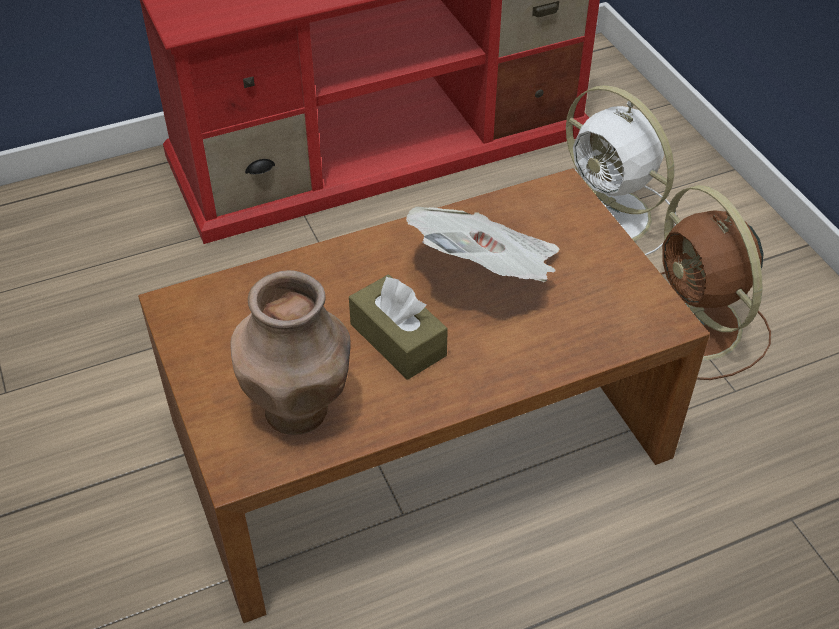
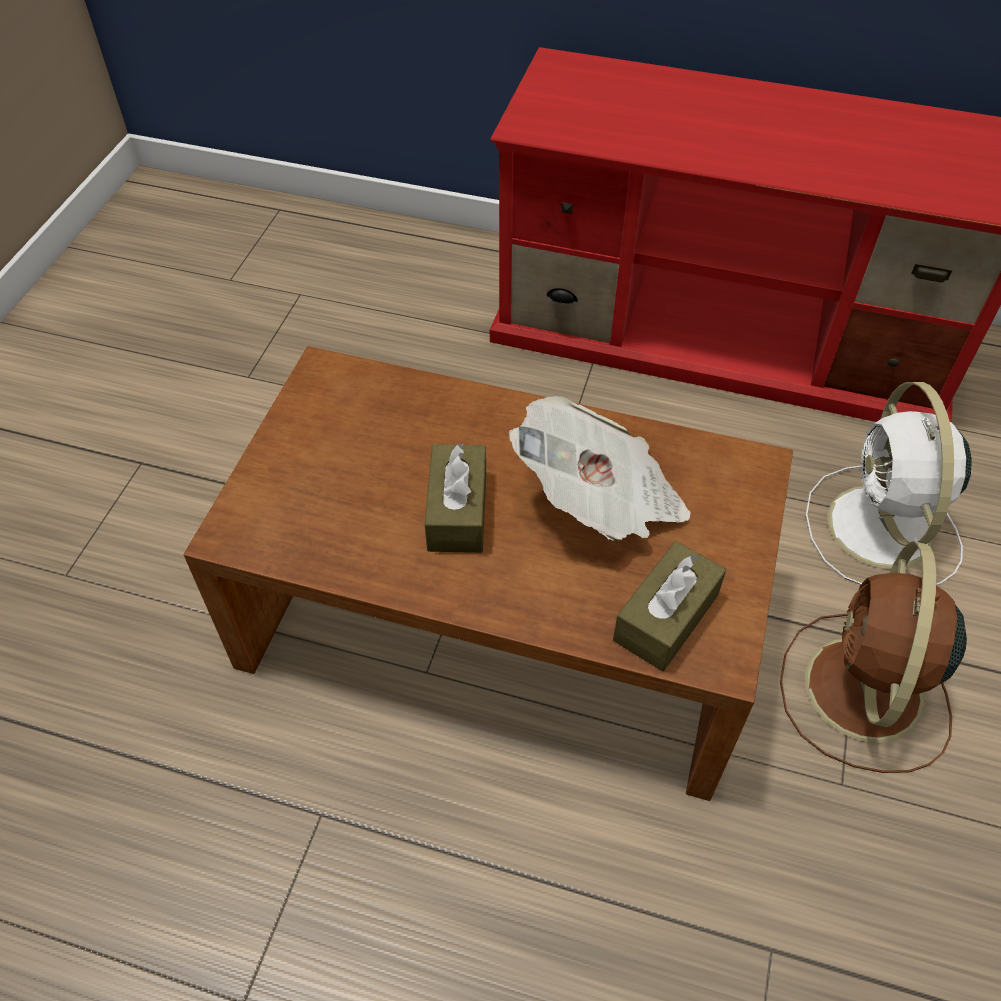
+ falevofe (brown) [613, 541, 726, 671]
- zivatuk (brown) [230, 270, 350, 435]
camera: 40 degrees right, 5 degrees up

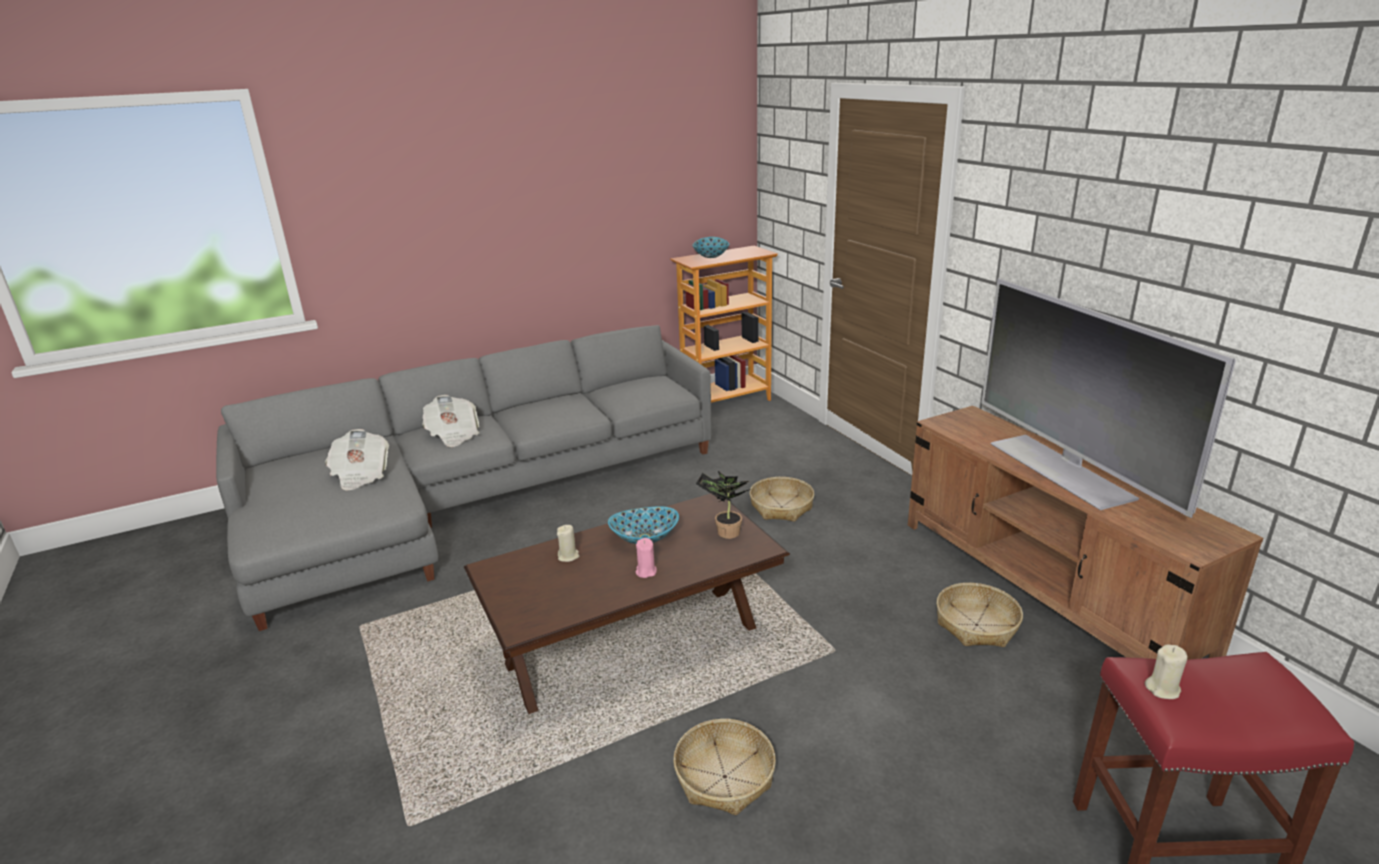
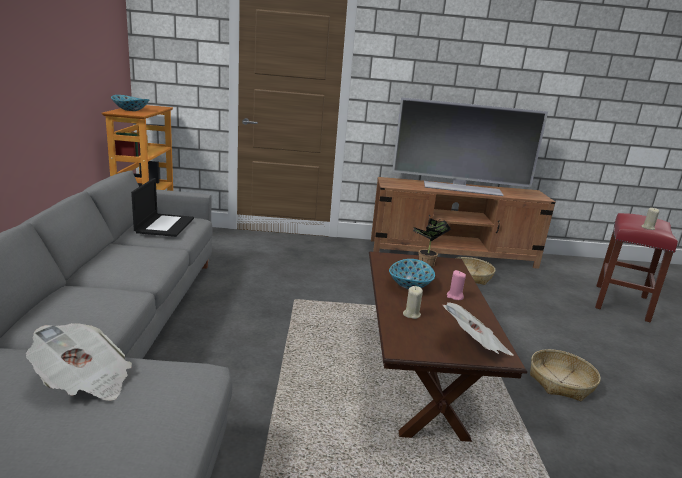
+ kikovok [131, 178, 194, 237]
~ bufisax [422, 395, 479, 447] to [443, 302, 514, 356]
- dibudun [750, 477, 814, 522]
camera: 65 degrees left, 5 degrees down

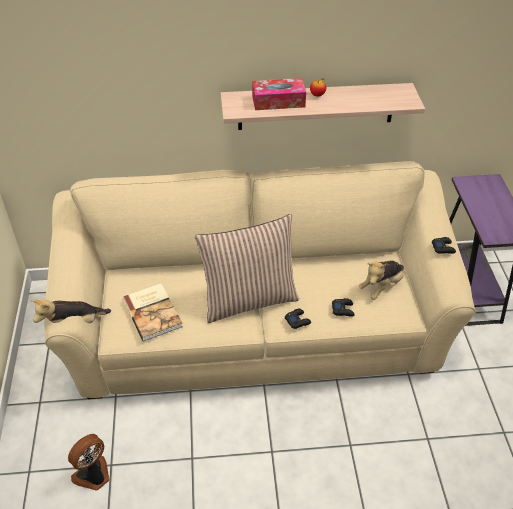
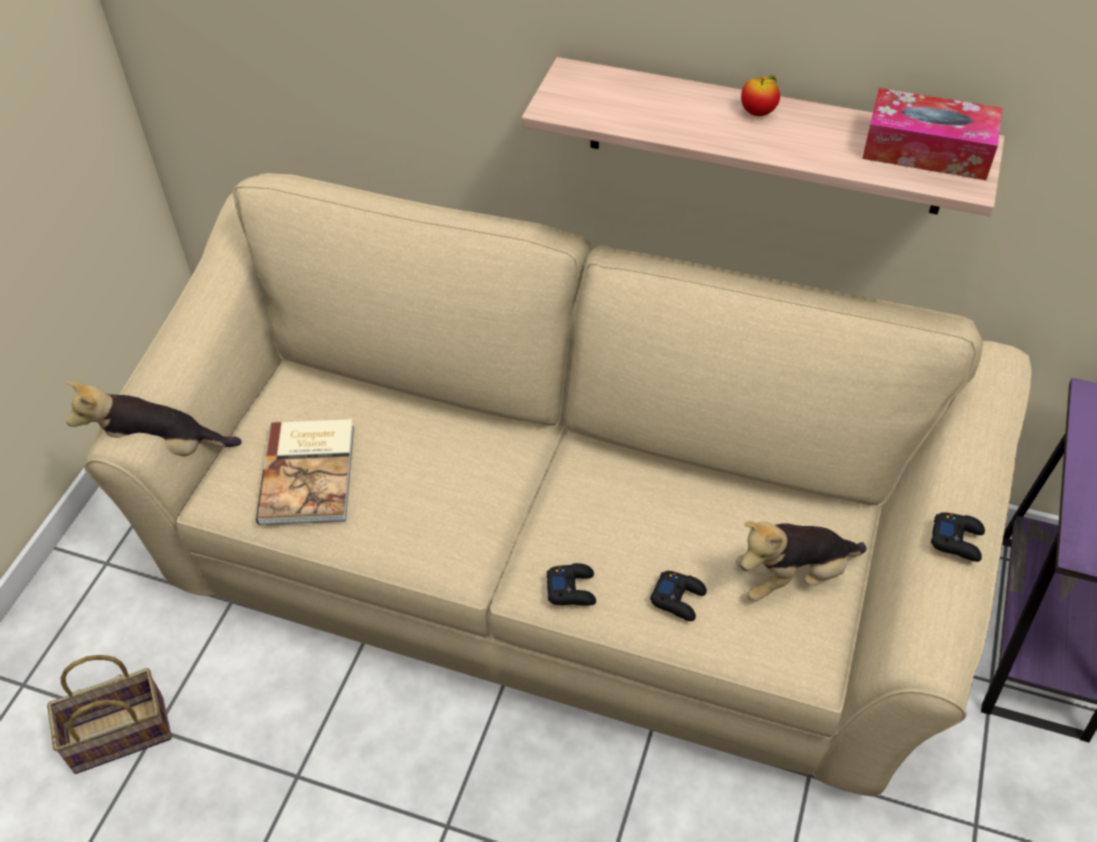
~ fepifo [68, 434, 110, 491] to dibudun [47, 655, 172, 774]
~ falevofe [252, 78, 306, 110] to [862, 88, 1002, 180]
- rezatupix [195, 214, 299, 323]
camera: 25 degrees right, 5 degrees up

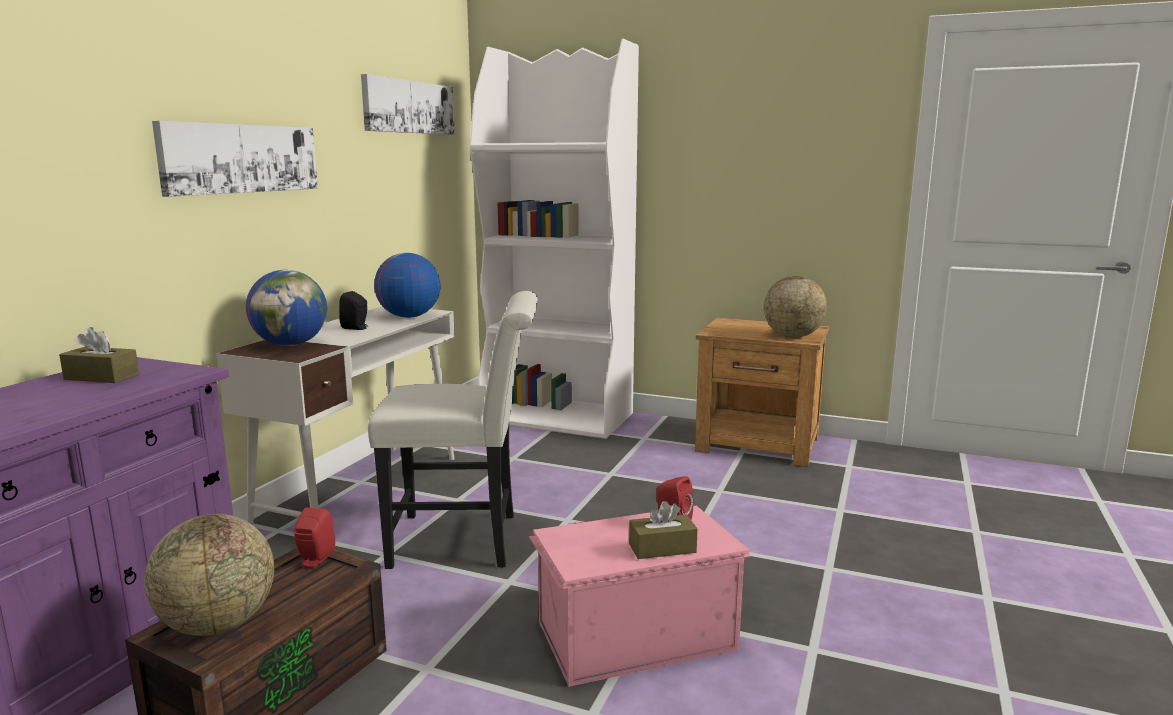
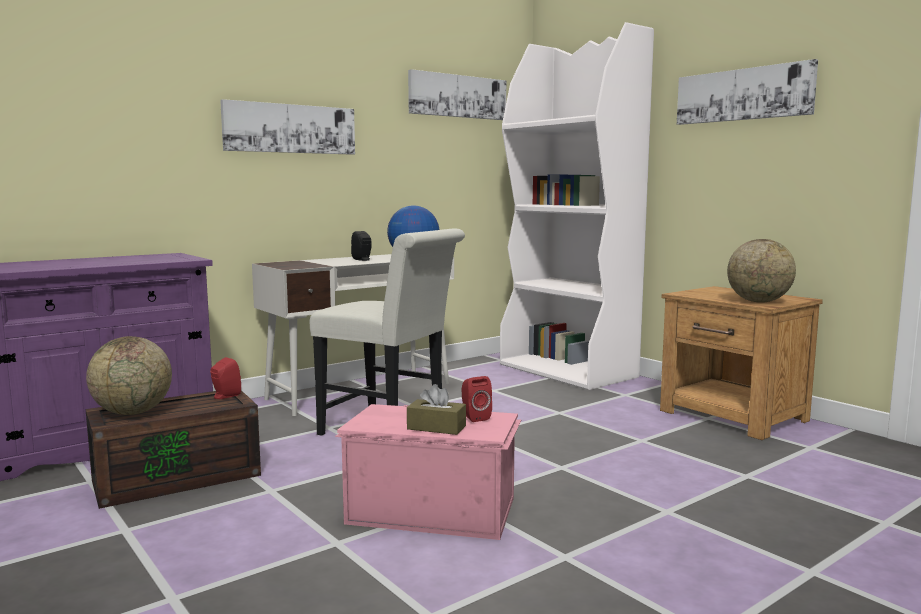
+ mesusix [677, 59, 818, 125]
- falevofe (brown) [59, 327, 139, 383]
- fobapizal [246, 270, 327, 346]
camera: 30 degrees right, 5 degrees down

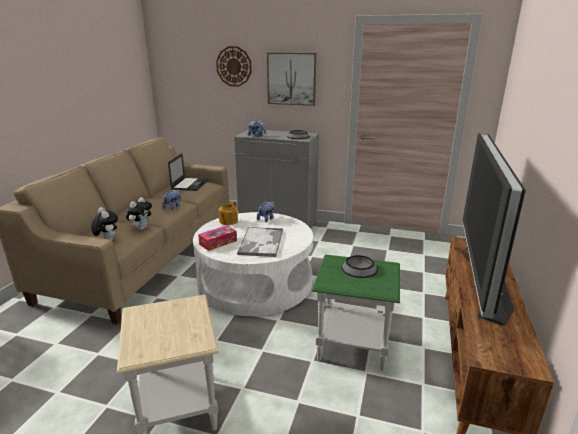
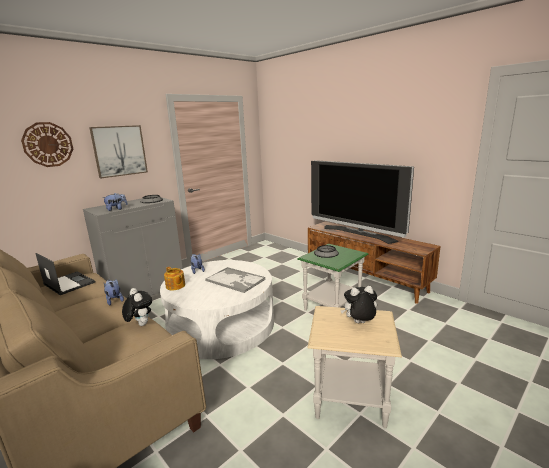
~ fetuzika [91, 207, 118, 241] to [341, 286, 377, 323]
- falevofe [198, 226, 237, 251]
camera: 60 degrees left, 5 degrees down

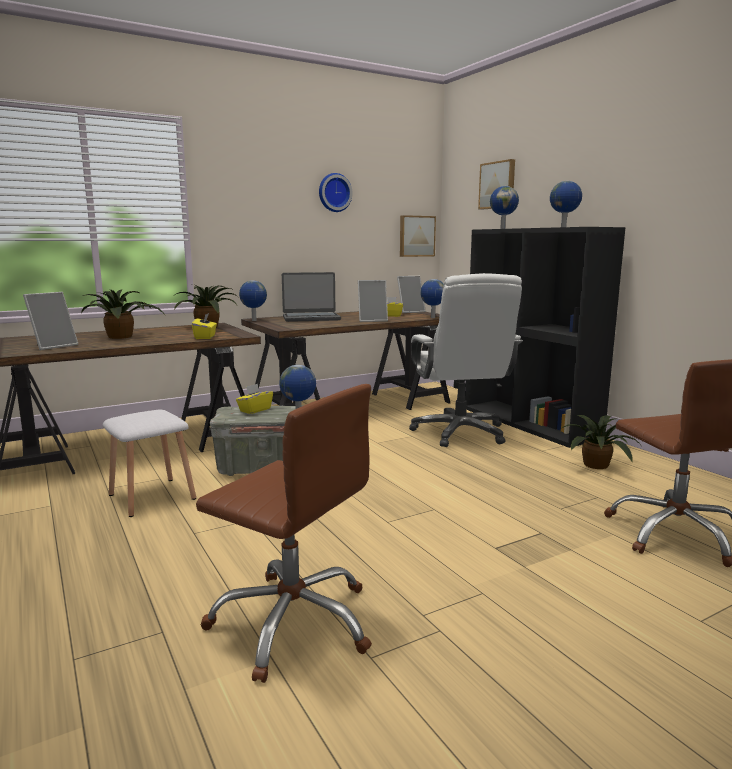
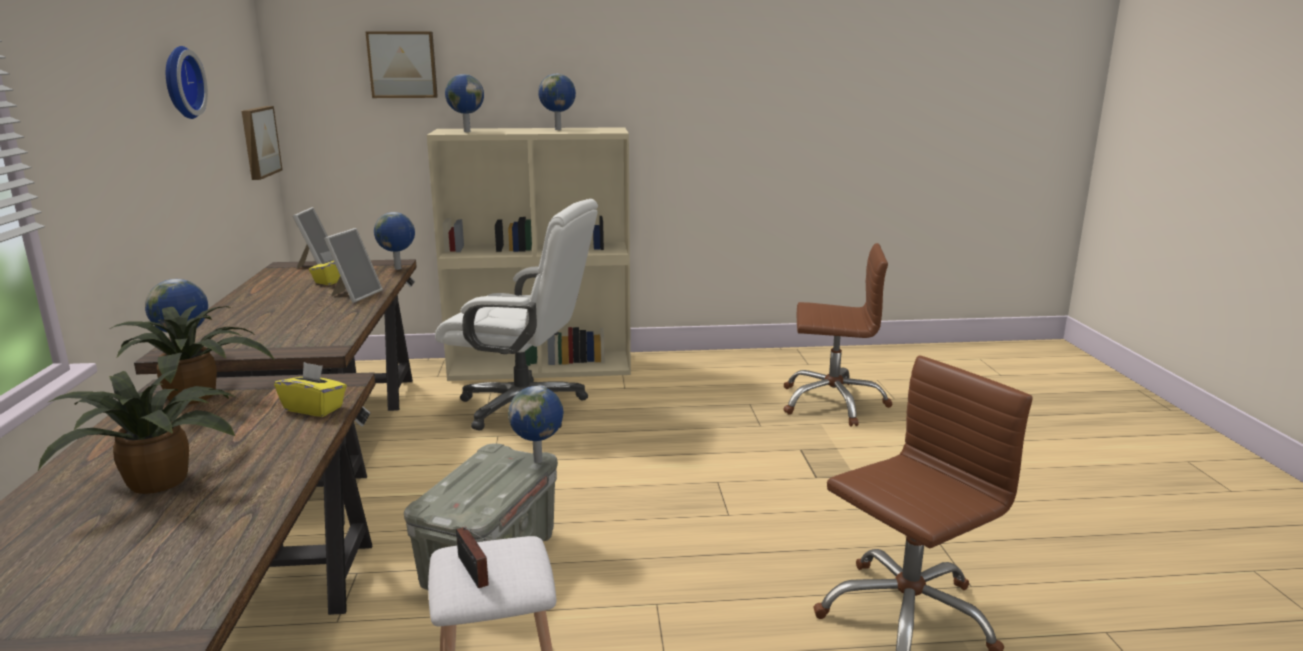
~ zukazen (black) [465, 227, 625, 448] to zukazen (beige) [427, 127, 631, 381]
+ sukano [456, 527, 489, 588]
- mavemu [23, 292, 78, 350]
- falevofe (yellow) [236, 384, 273, 414]
- kikovok [282, 272, 341, 322]
- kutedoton [562, 415, 641, 469]
camera: 65 degrees left, 5 degrees up

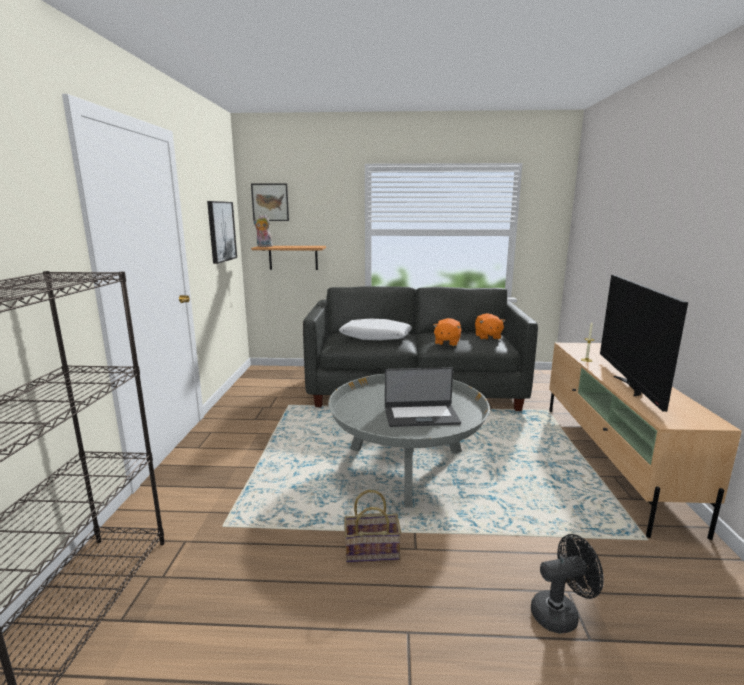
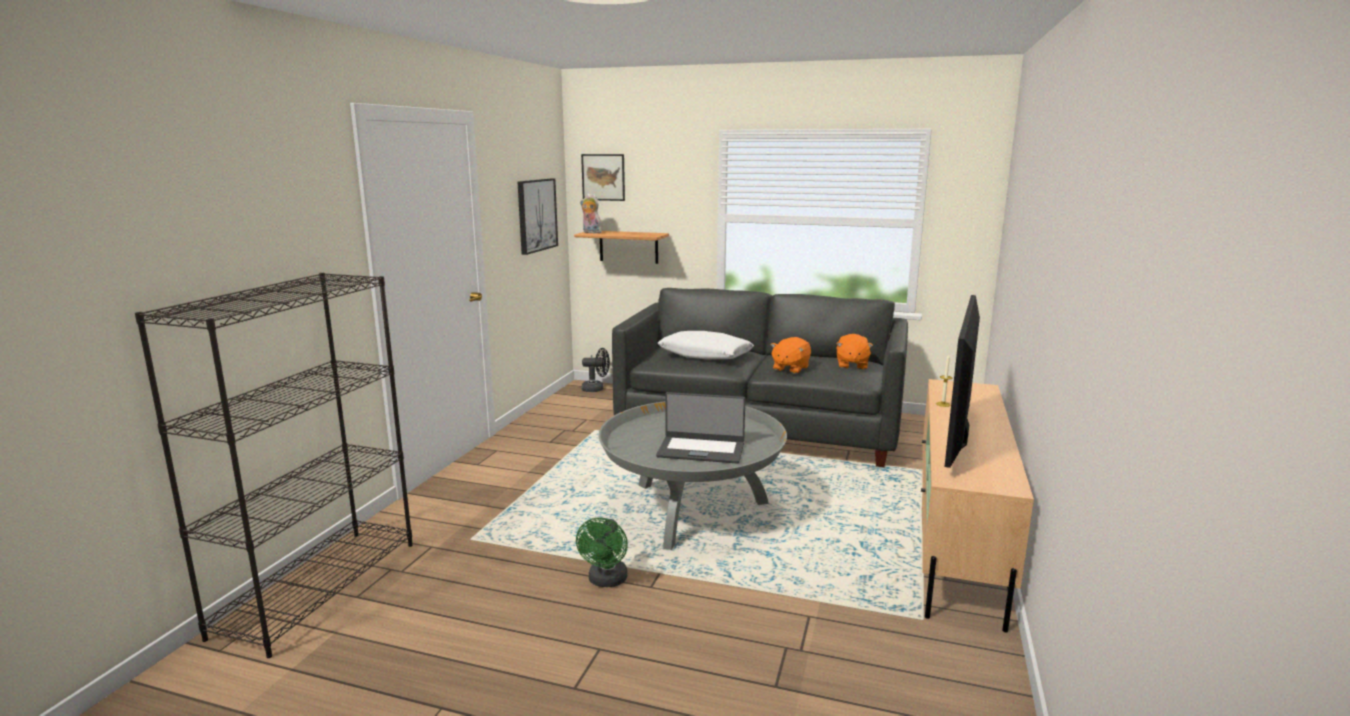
~ dibudun [344, 490, 401, 562] to fepifo (green) [576, 518, 628, 587]
~ fepifo (black) [531, 534, 604, 633] to [582, 348, 610, 392]
camera: 15 degrees right, 0 degrees up

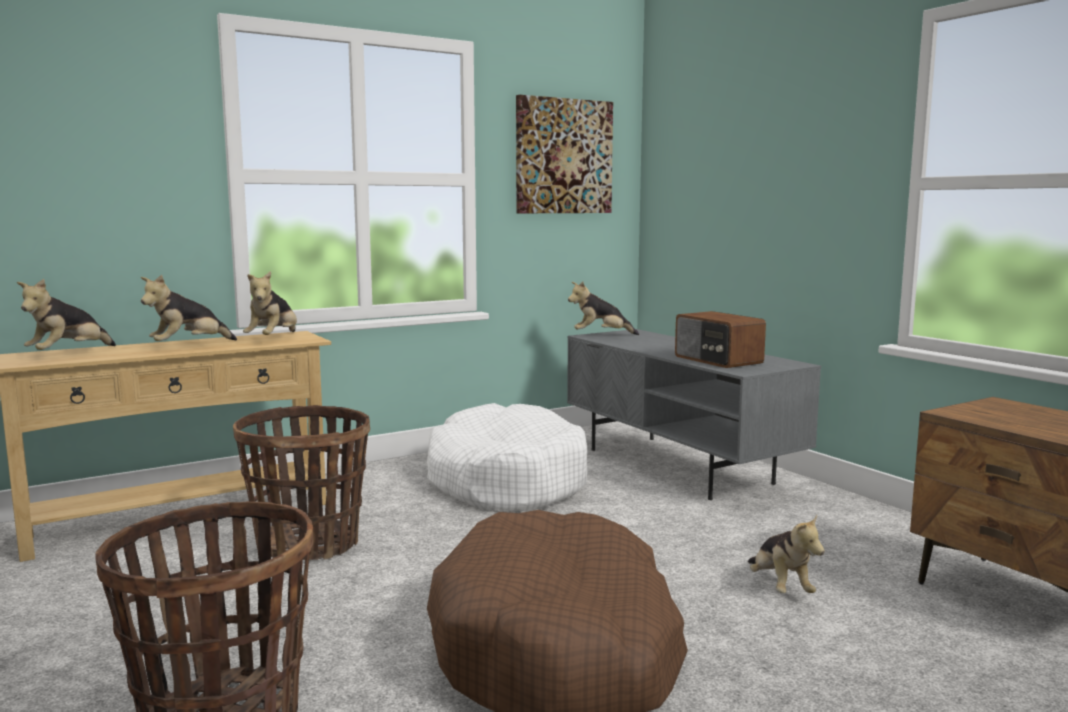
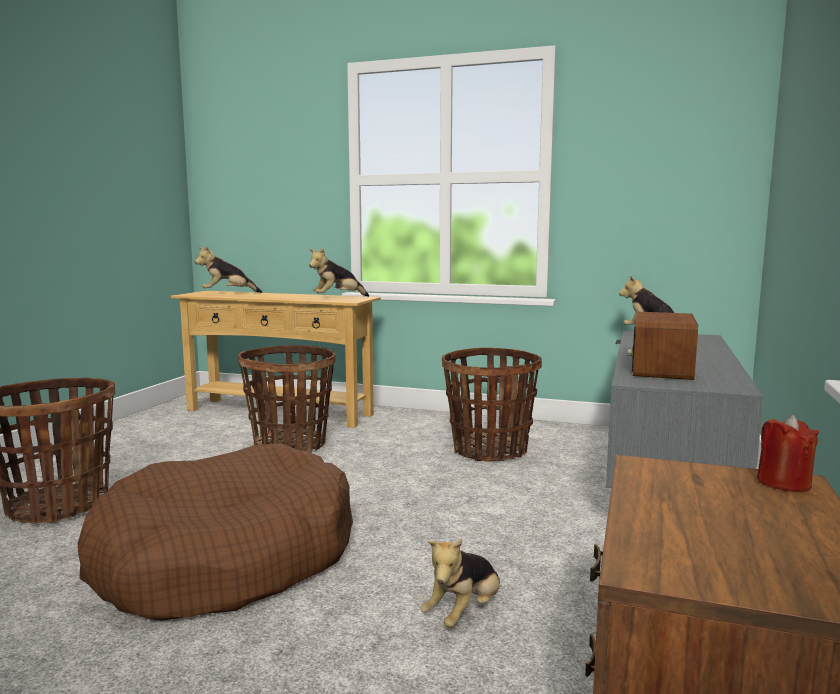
~ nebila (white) [427, 403, 587, 512] to dibudun [442, 347, 542, 462]
+ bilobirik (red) [757, 415, 819, 492]
- fetuzika [141, 275, 237, 341]
- mesusix [516, 95, 613, 213]
camera: 50 degrees right, 0 degrees up

